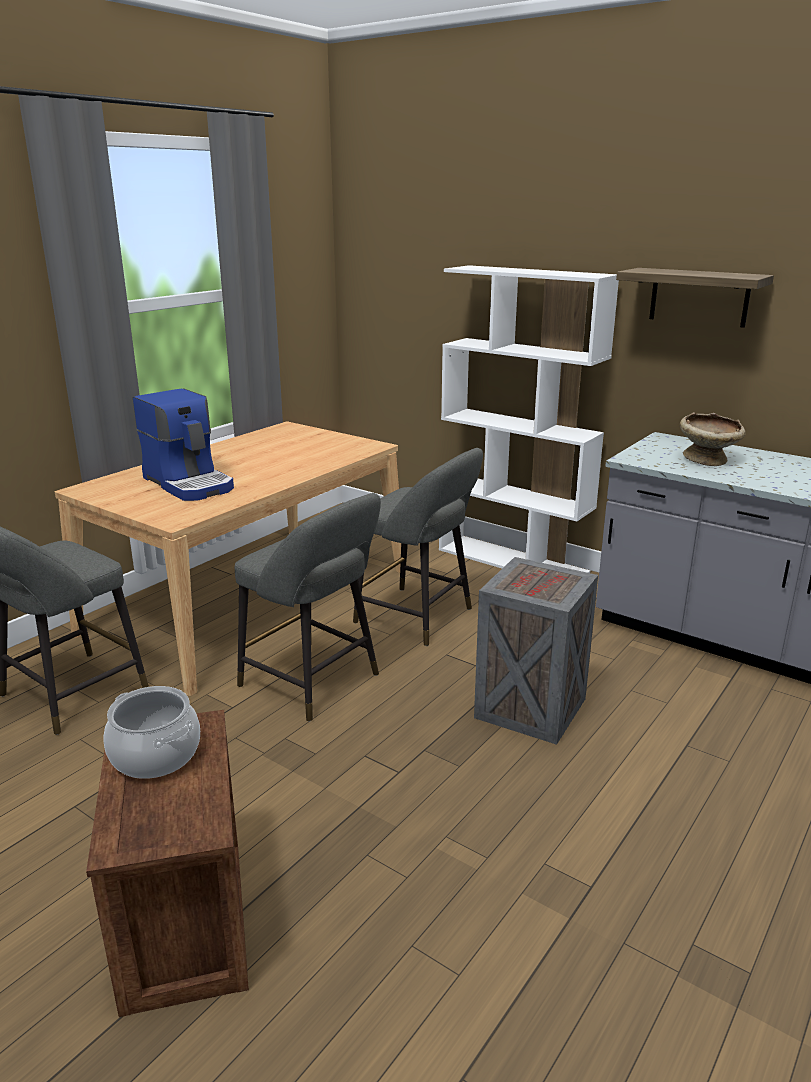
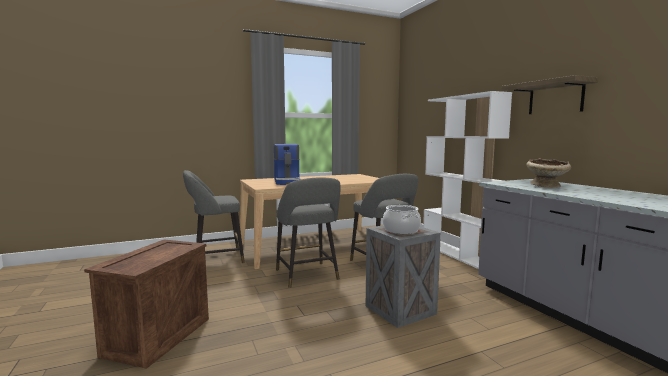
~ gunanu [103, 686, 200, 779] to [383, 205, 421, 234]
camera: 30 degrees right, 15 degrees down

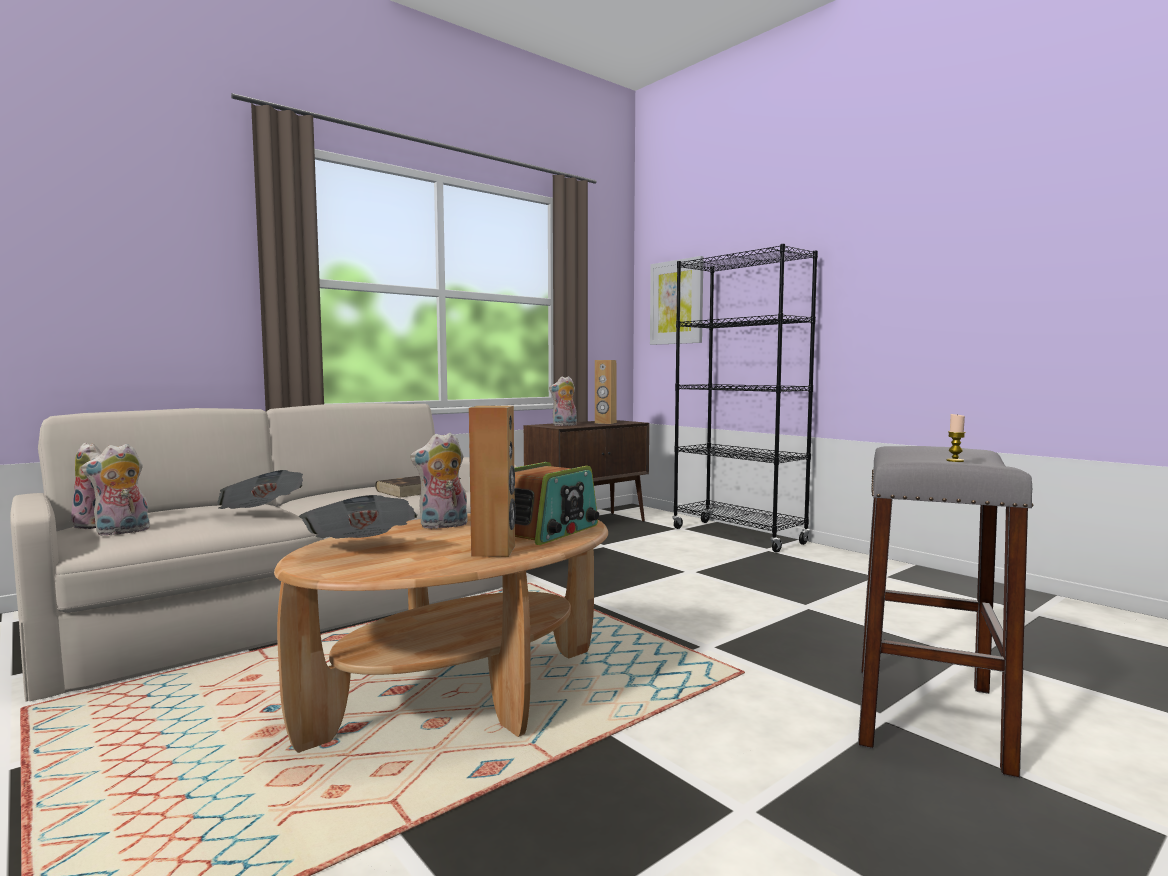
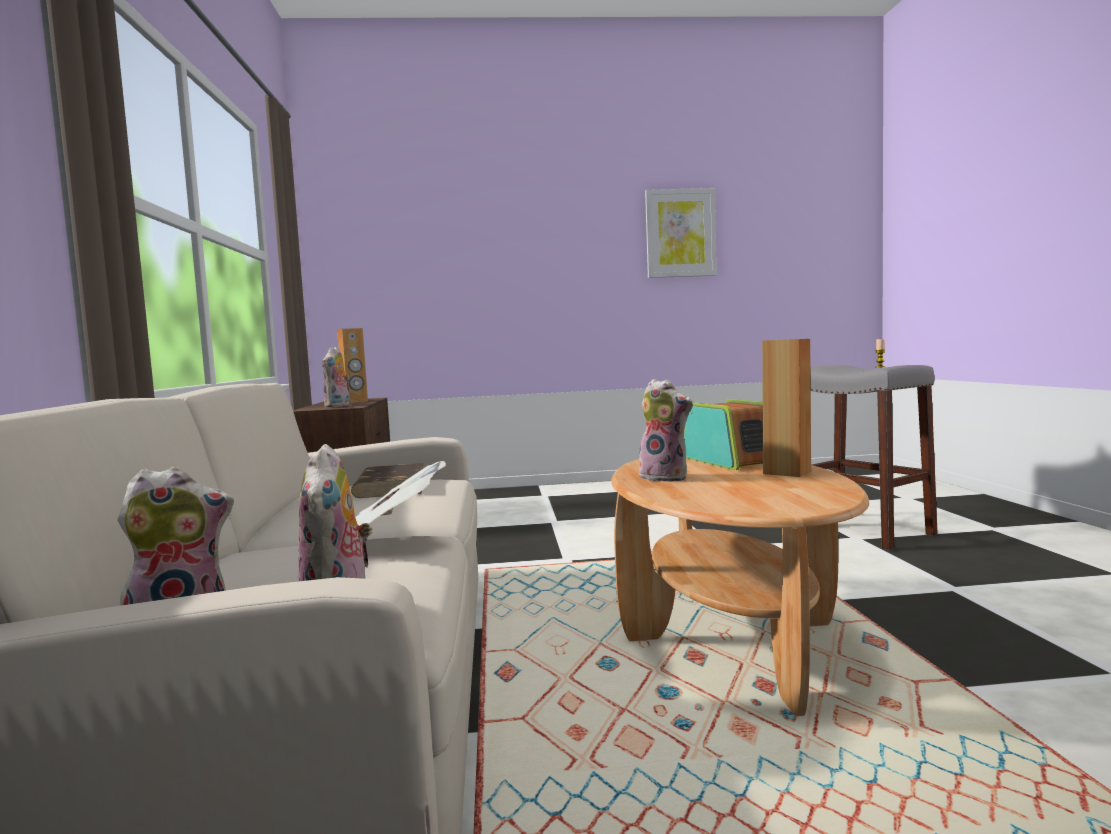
~ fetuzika [410, 433, 468, 529] = [639, 379, 693, 482] 60 degrees counterclockwise
~ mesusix [650, 256, 703, 345] to [645, 188, 717, 278]
- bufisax [299, 495, 417, 538]
- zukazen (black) [672, 244, 818, 553]
camera: 55 degrees left, 0 degrees up

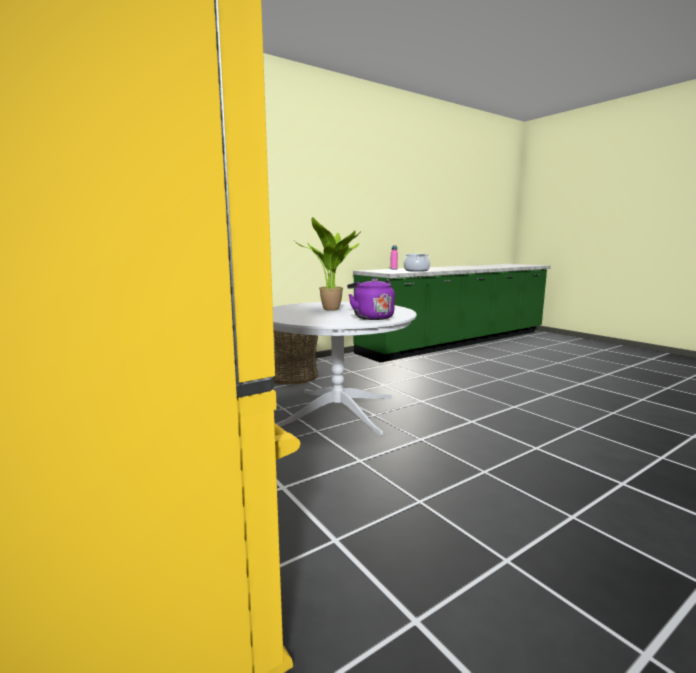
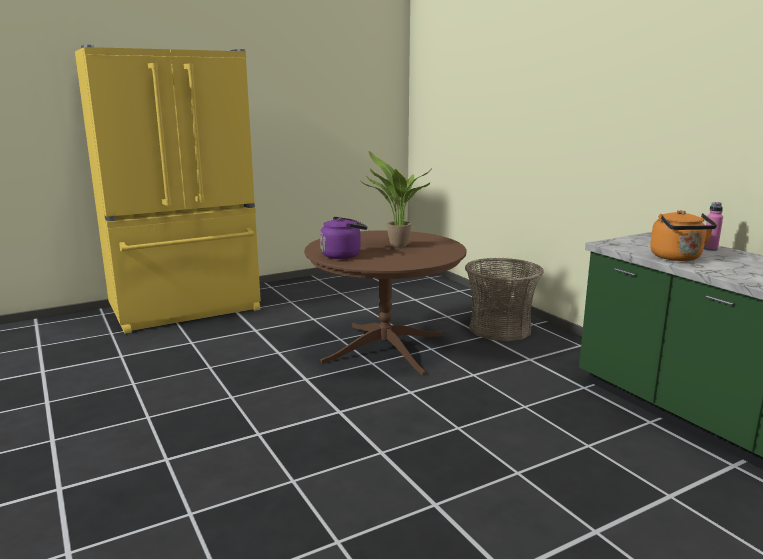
~ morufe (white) [273, 302, 417, 436] to morufe (brown) [304, 230, 467, 376]
~ gunanu [404, 253, 430, 272] to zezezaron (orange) [650, 210, 717, 261]
camera: 95 degrees right, 5 degrees up

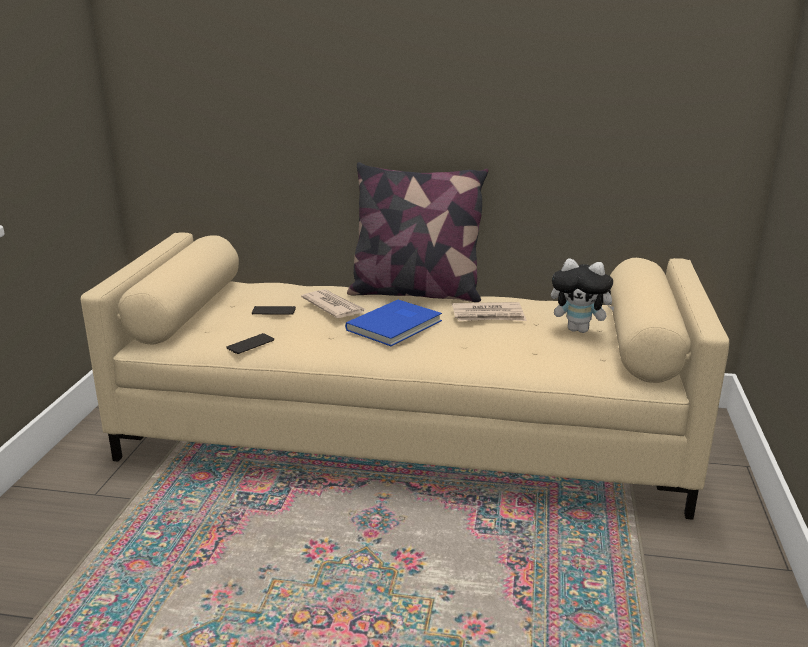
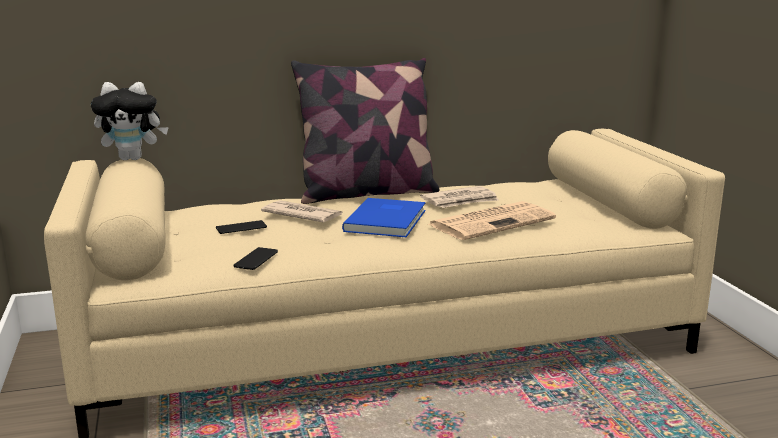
~ fetuzika [551, 258, 614, 333] to [91, 82, 169, 160]
+ bufisax [428, 201, 556, 240]
camera: 25 degrees left, 5 degrees down

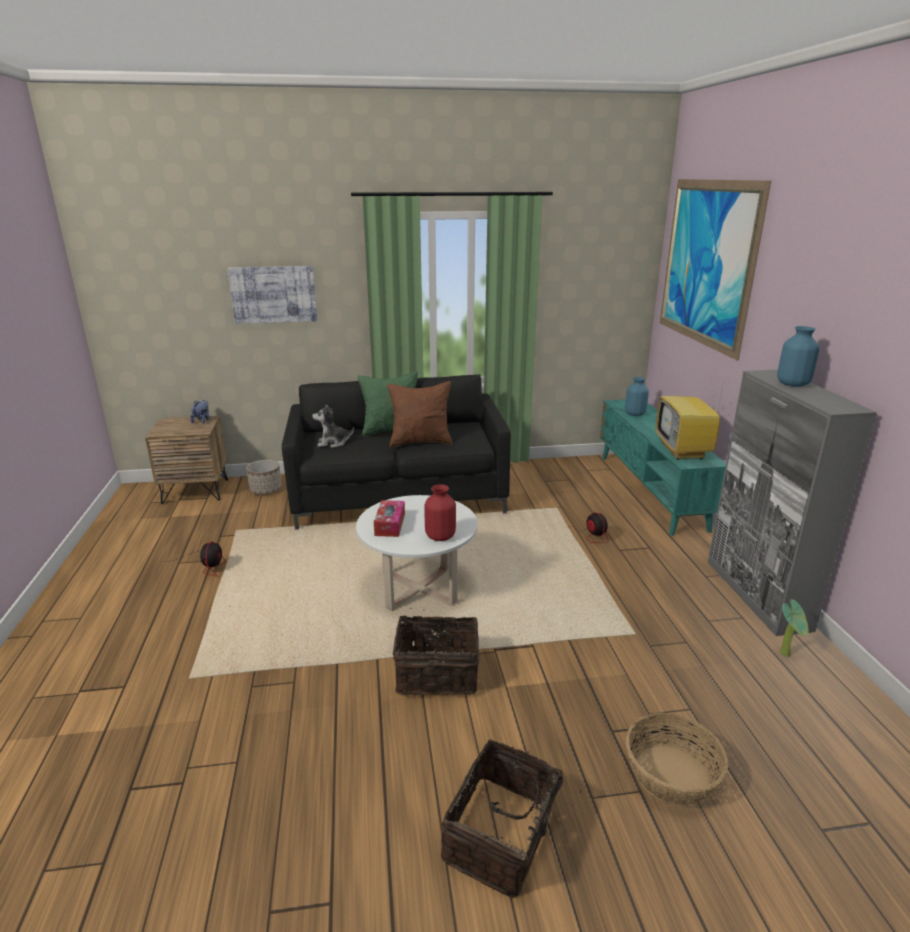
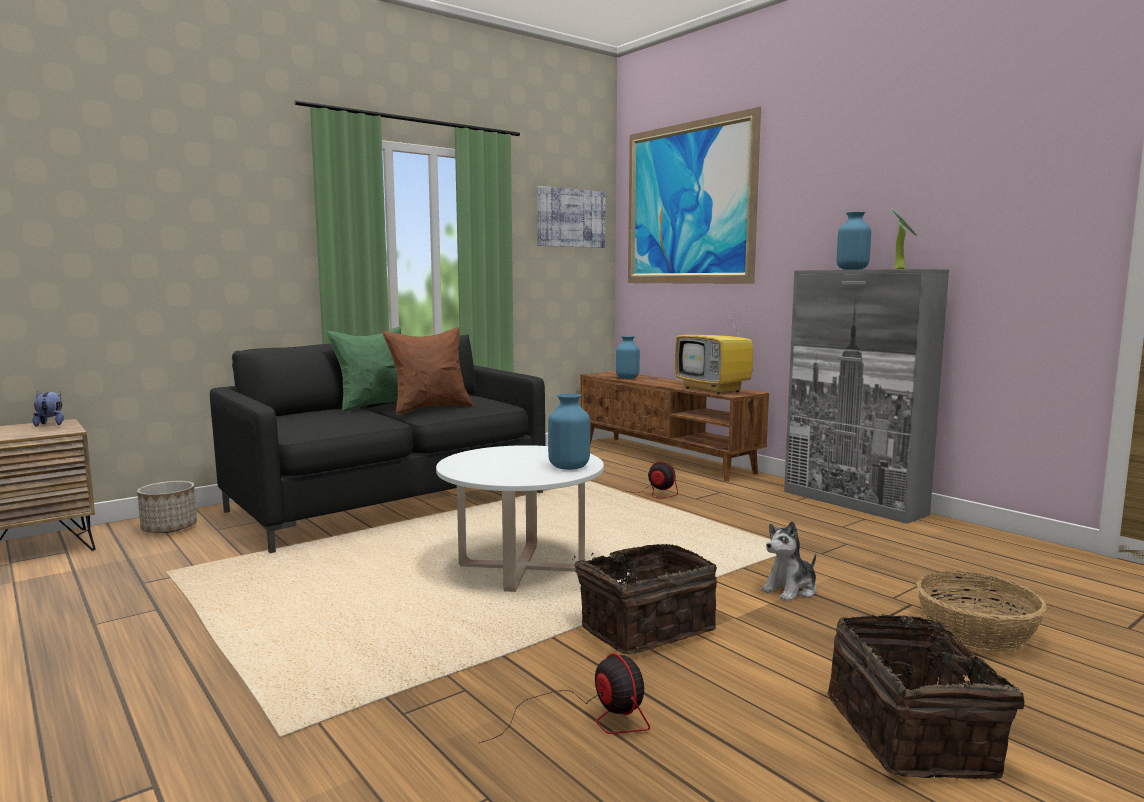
~ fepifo [173, 542, 226, 577] to [479, 653, 650, 743]
~ mesusix [227, 266, 317, 324] to [537, 186, 606, 248]
~ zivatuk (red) [424, 484, 456, 541] to zivatuk (blue) [548, 393, 590, 470]
~ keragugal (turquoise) [600, 399, 726, 536] to keragugal (brown) [580, 371, 769, 482]
~ fetuzika [312, 404, 354, 448] to [761, 521, 816, 601]
~ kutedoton [779, 599, 808, 657] to [892, 209, 917, 269]
- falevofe [374, 500, 405, 537]
camera: 30 degrees left, 15 degrees down

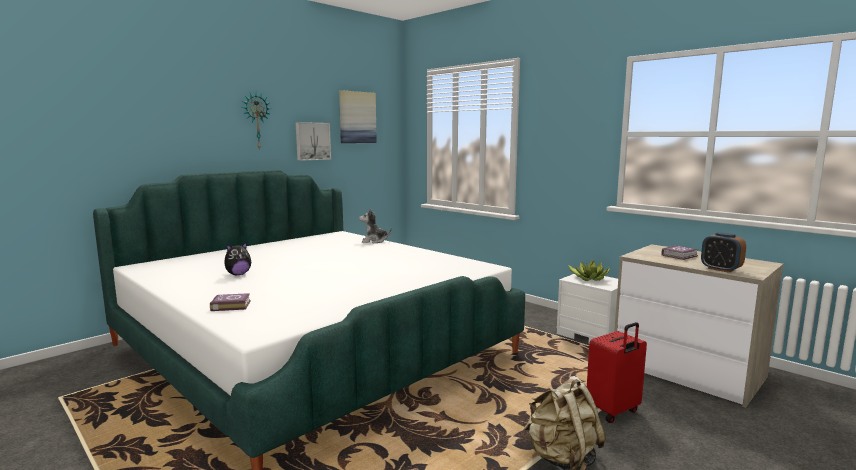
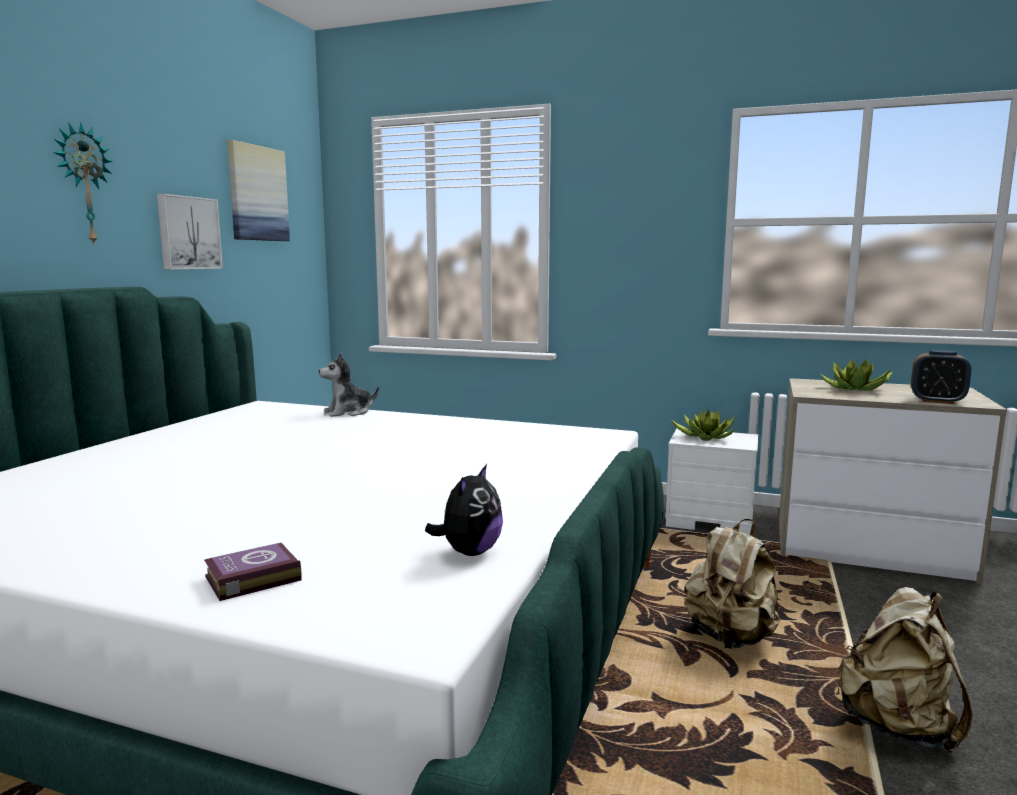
~ fetuzika [224, 242, 251, 275] to [425, 464, 503, 556]
+ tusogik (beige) [684, 519, 780, 649]
~ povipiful [661, 245, 698, 260] to kutedoton [820, 358, 893, 390]
- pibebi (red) [587, 322, 647, 423]
camera: 25 degrees left, 0 degrees up

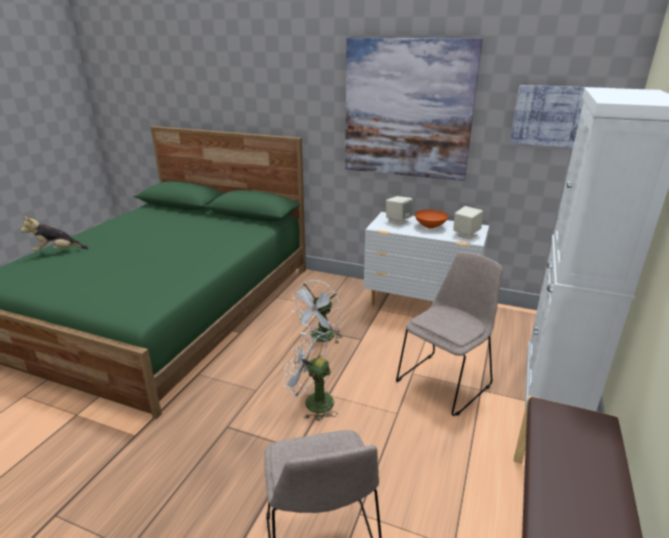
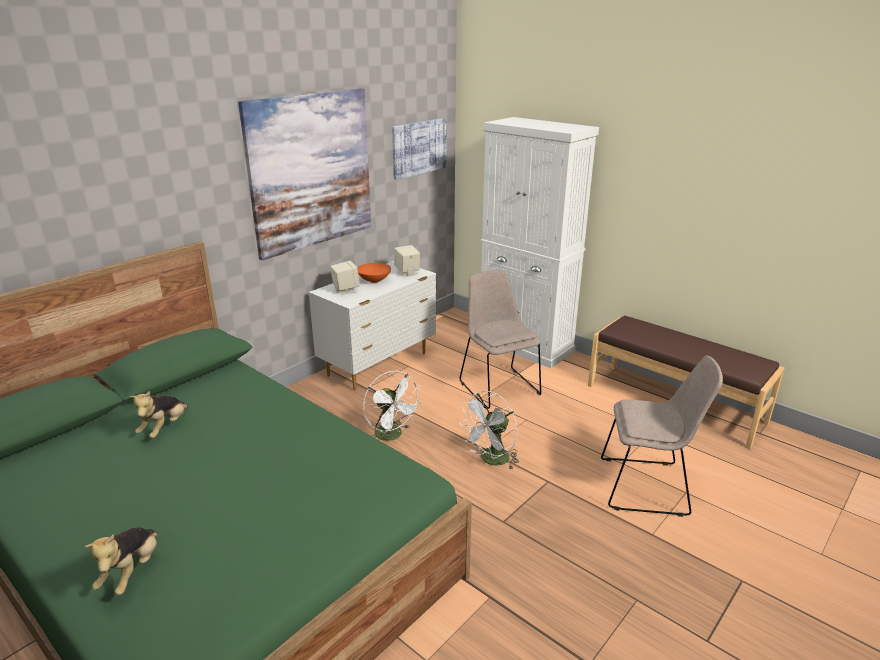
+ fetuzika [129, 391, 189, 438]
camera: 70 degrees left, 0 degrees up

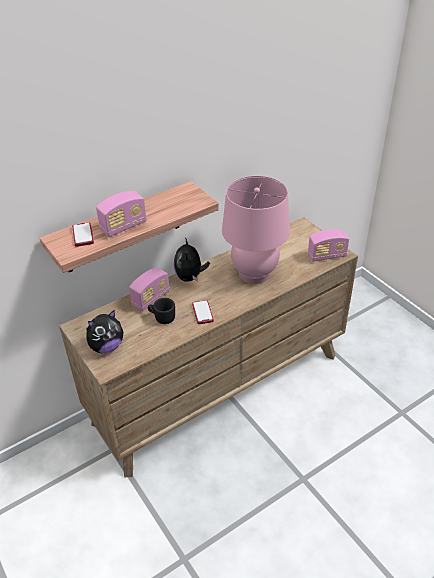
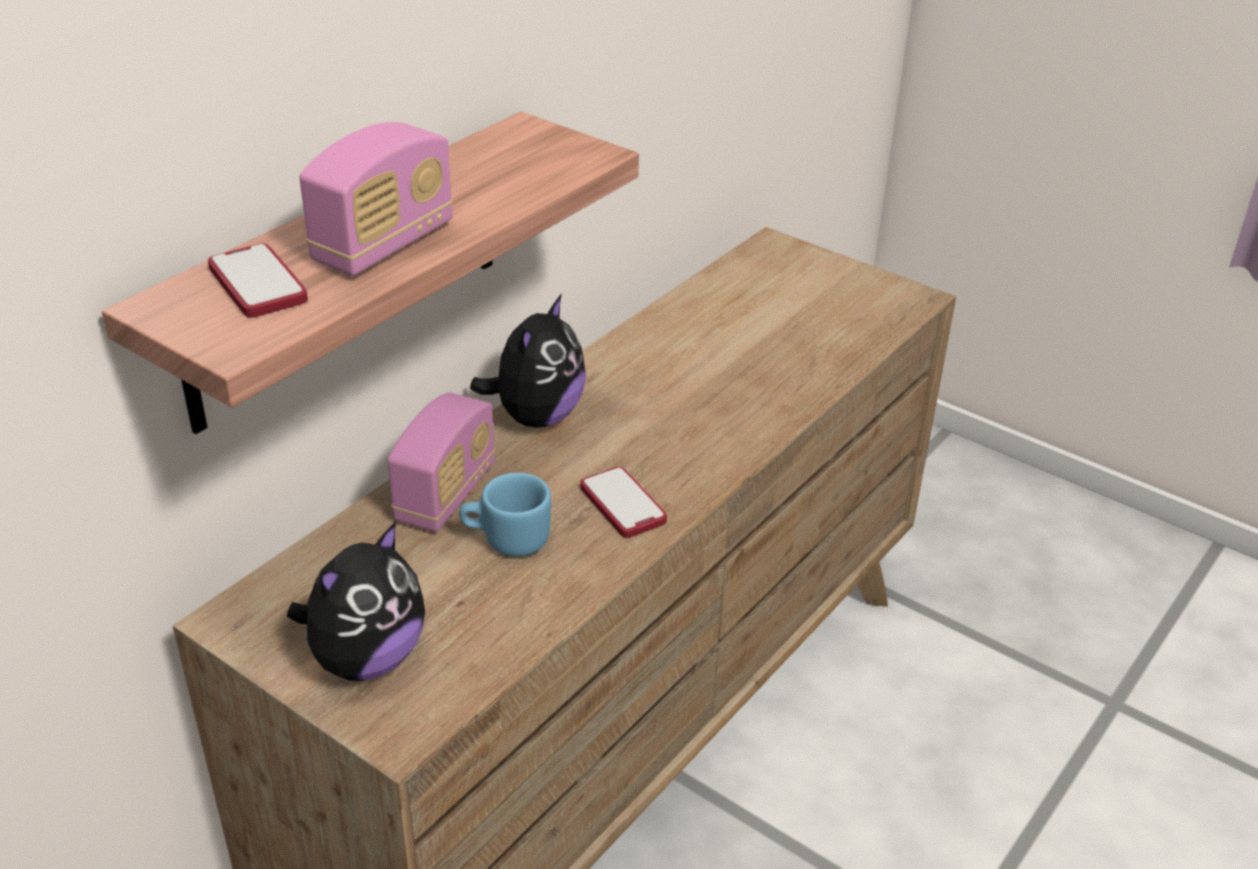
~ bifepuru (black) [148, 298, 175, 324] to bifepuru (blue) [459, 473, 551, 557]
~ fetuzika [174, 237, 210, 282] = [470, 294, 586, 428] 135 degrees counterclockwise
- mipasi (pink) [222, 176, 290, 284]
- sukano [308, 229, 349, 262]
camera: 20 degrees left, 5 degrees down

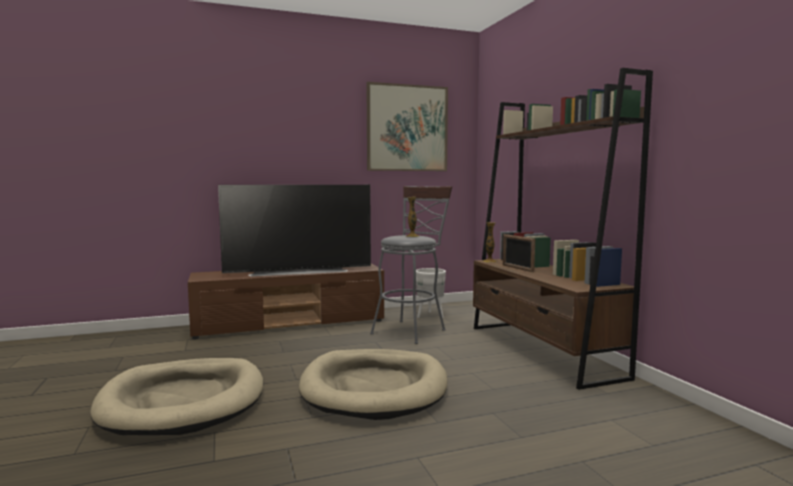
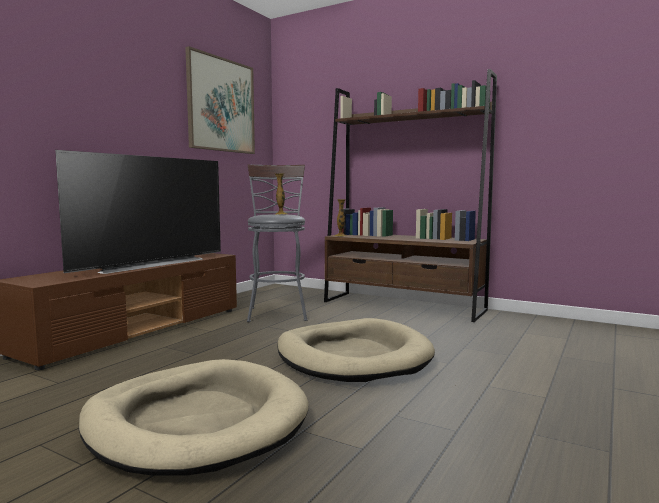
- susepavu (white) [416, 268, 446, 318]
- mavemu [503, 234, 535, 272]
camera: 40 degrees left, 0 degrees up

